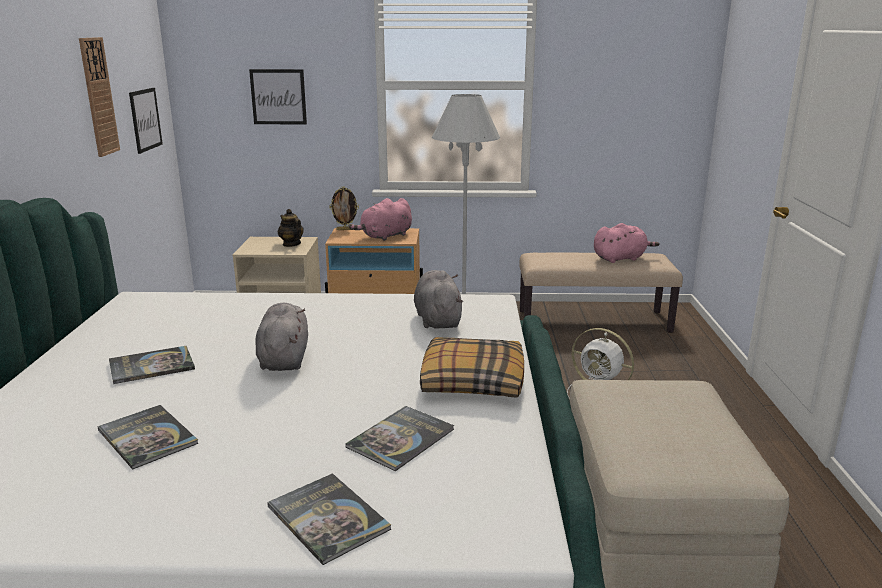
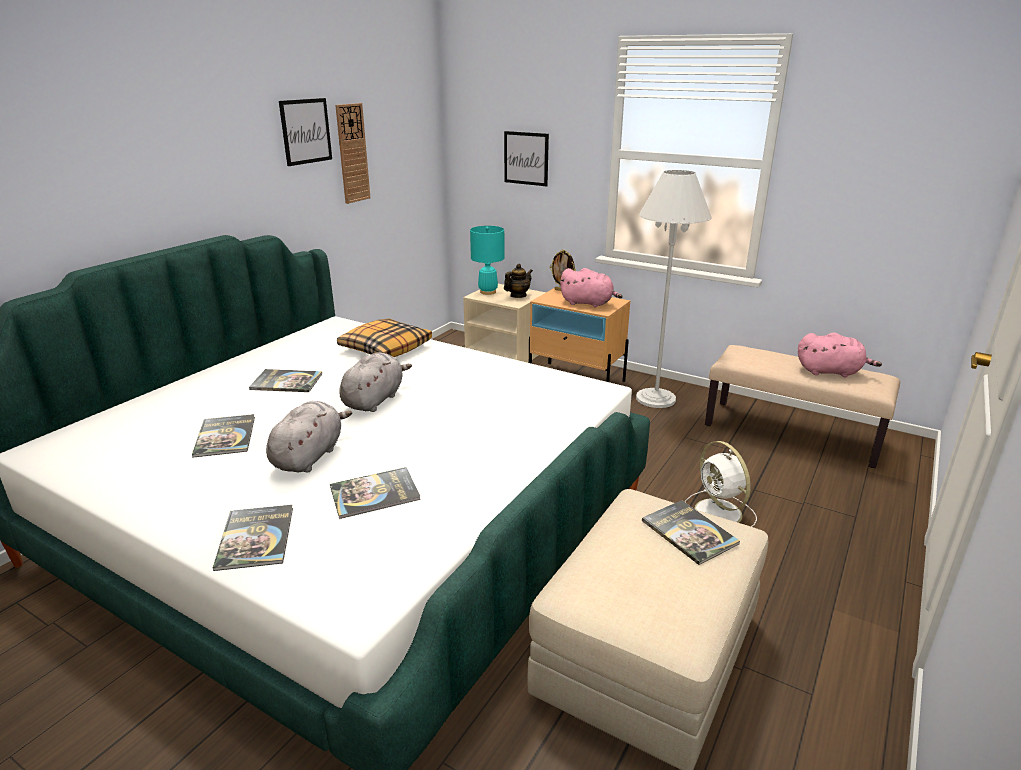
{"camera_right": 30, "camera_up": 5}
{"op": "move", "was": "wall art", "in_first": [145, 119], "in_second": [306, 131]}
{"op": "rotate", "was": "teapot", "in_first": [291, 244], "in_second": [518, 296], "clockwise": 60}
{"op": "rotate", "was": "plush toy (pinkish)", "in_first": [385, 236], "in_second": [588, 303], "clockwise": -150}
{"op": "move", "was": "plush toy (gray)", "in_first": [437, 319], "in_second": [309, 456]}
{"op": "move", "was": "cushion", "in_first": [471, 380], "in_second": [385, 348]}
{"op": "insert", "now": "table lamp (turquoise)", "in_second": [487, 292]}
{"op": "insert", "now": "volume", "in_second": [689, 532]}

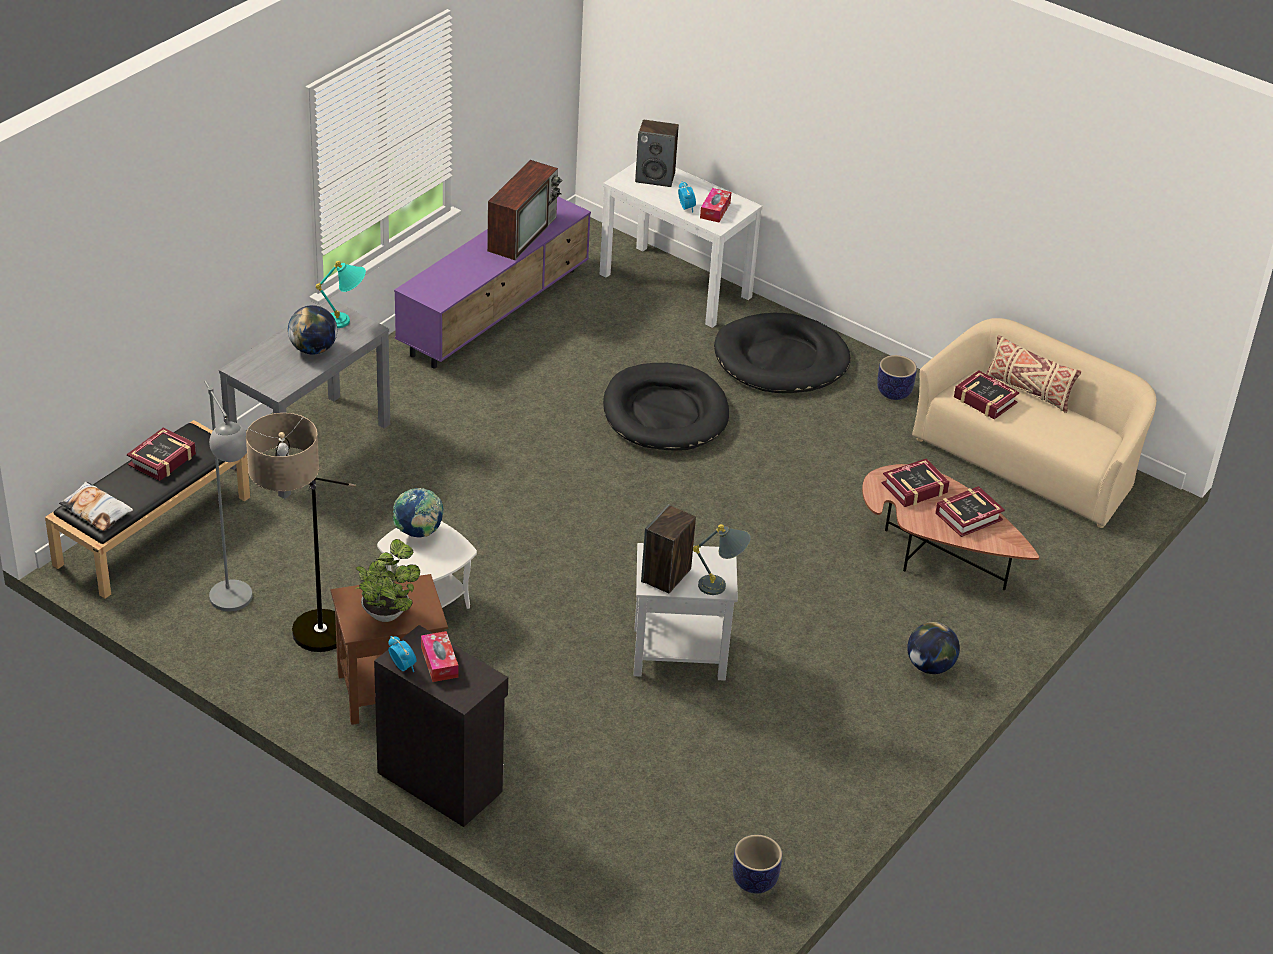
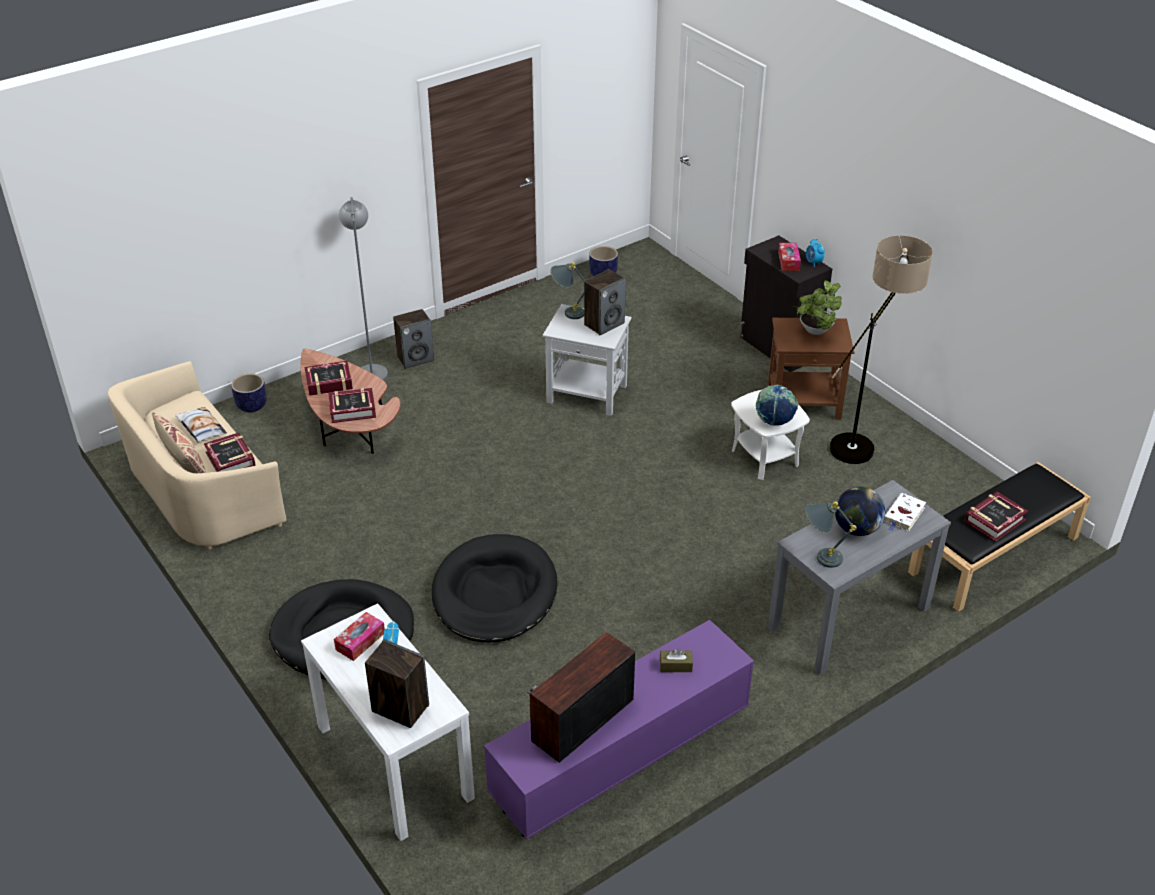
{"camera_right": -160, "camera_up": 0}
{"op": "move", "was": "cushion", "in_first": [96, 510], "in_second": [201, 428]}
{"op": "move", "was": "floor lamp (gray)", "in_first": [236, 606], "in_second": [371, 369]}
{"op": "recolor", "was": "table lamp (turquoise)", "now": "table lamp (gray)", "in_first": [346, 321], "in_second": [819, 557]}
{"op": "move", "was": "plant pot", "in_first": [894, 393], "in_second": [252, 405]}
{"op": "replace", "was": "world globe", "now": "audio speaker", "in_first": [930, 666], "in_second": [415, 358]}
{"op": "insert", "now": "box of tissues (brown-coloured)", "in_second": [675, 666]}
{"op": "insert", "now": "volume (white)", "in_second": [903, 515]}

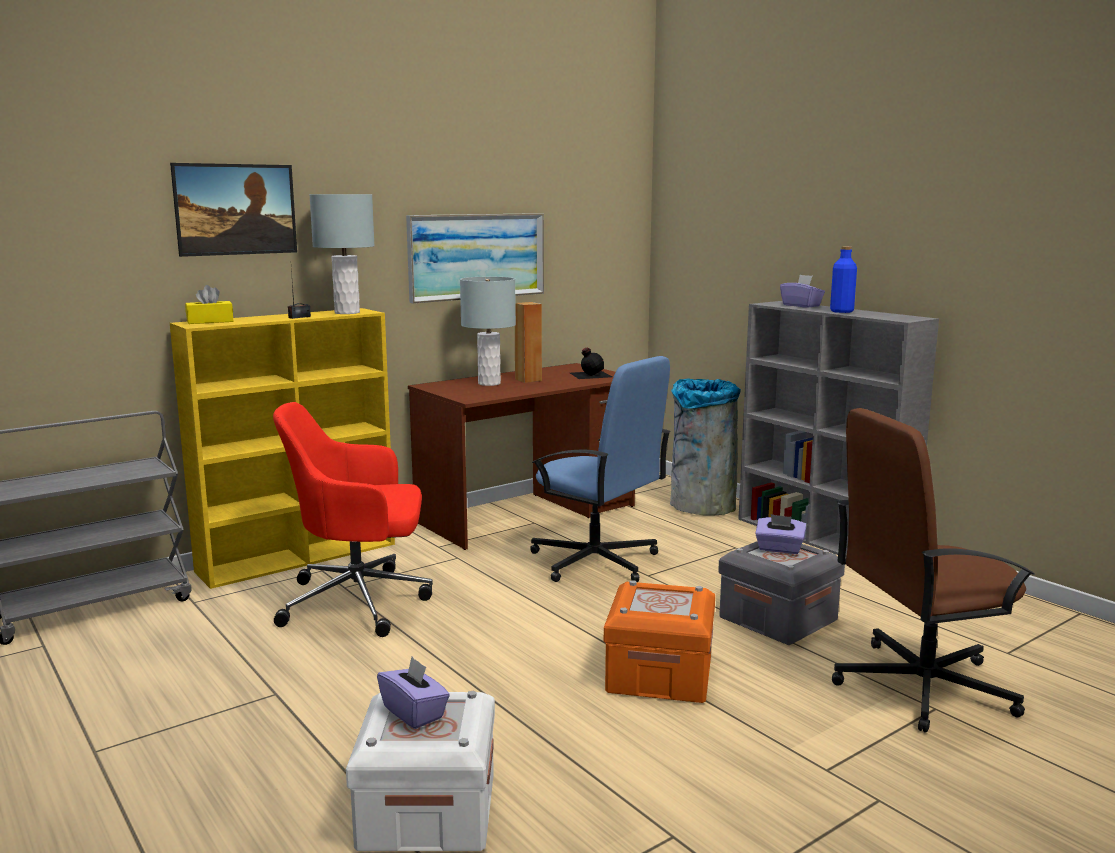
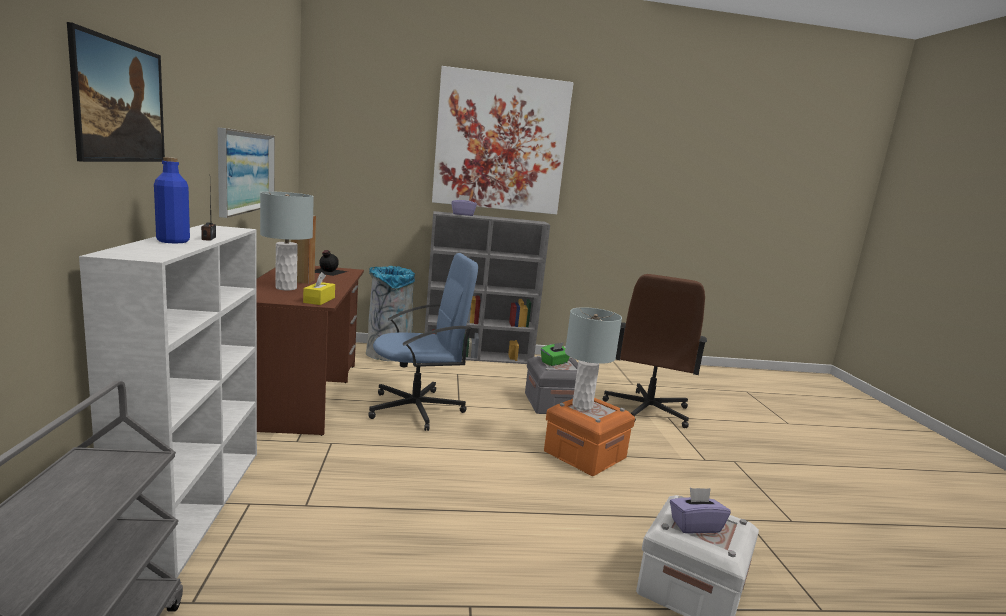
{"camera_right": -60, "camera_up": 0}
{"op": "recolor", "was": "shelving unit (yellowish)", "now": "shelving unit (white)", "in_first": [300, 557], "in_second": [194, 504]}
{"op": "move", "was": "box of tissues (yellowish)", "in_first": [210, 321], "in_second": [319, 300]}
{"op": "delete", "was": "desk chair (red-coloured)", "in_first": [360, 602]}
{"op": "move", "was": "table lamp (gray)", "in_first": [346, 312], "in_second": [582, 406]}
{"op": "recolor", "was": "box of tissues (purplish)", "now": "box of tissues (greenish)", "in_first": [779, 549], "in_second": [554, 363]}
{"op": "move", "was": "drink bottle (bluish)", "in_first": [841, 311], "in_second": [173, 241]}
{"op": "insert", "now": "wall art", "in_second": [501, 143]}

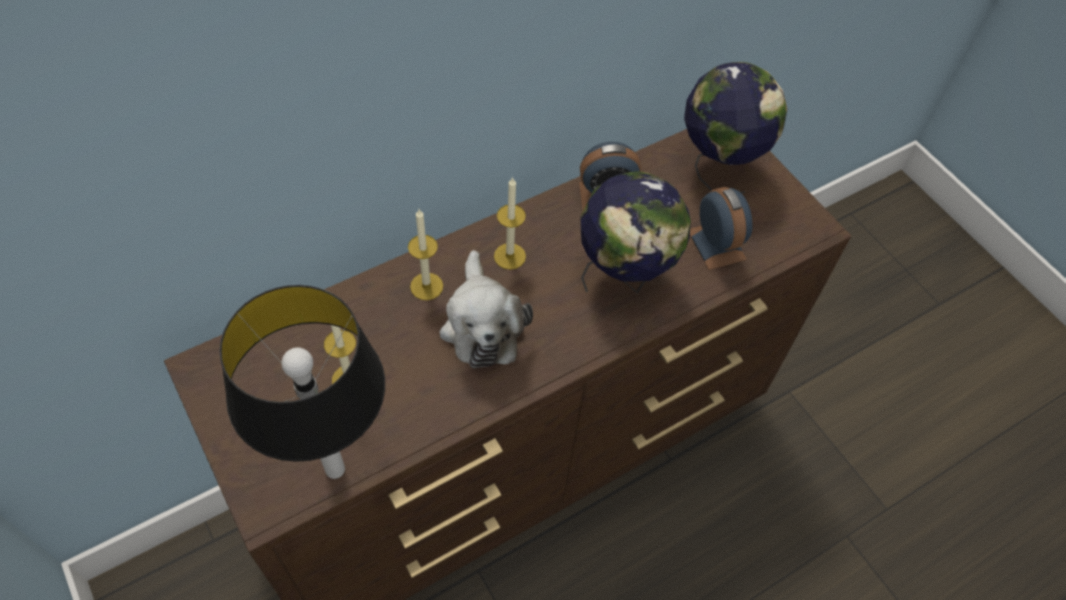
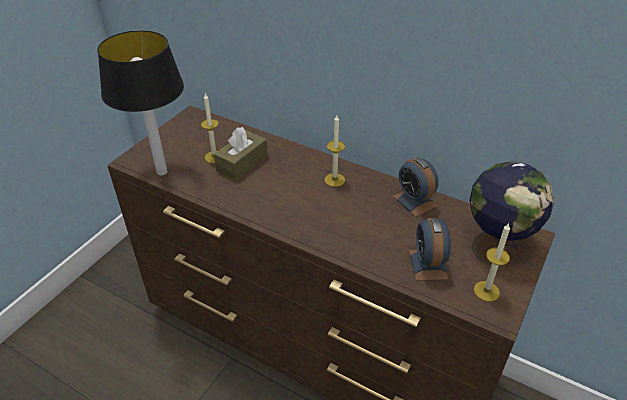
{"camera_right": 65, "camera_up": -15}
{"op": "move", "was": "wax light", "in_first": [426, 286], "in_second": [486, 291]}
{"op": "delete", "was": "plush toy", "in_first": [482, 324]}
{"op": "delete", "was": "world globe", "in_first": [624, 275]}
{"op": "rotate", "was": "table clock", "in_first": [716, 244], "in_second": [428, 264], "clockwise": 135}
{"op": "insert", "now": "box of tissues (brown-coloured)", "in_second": [242, 163]}

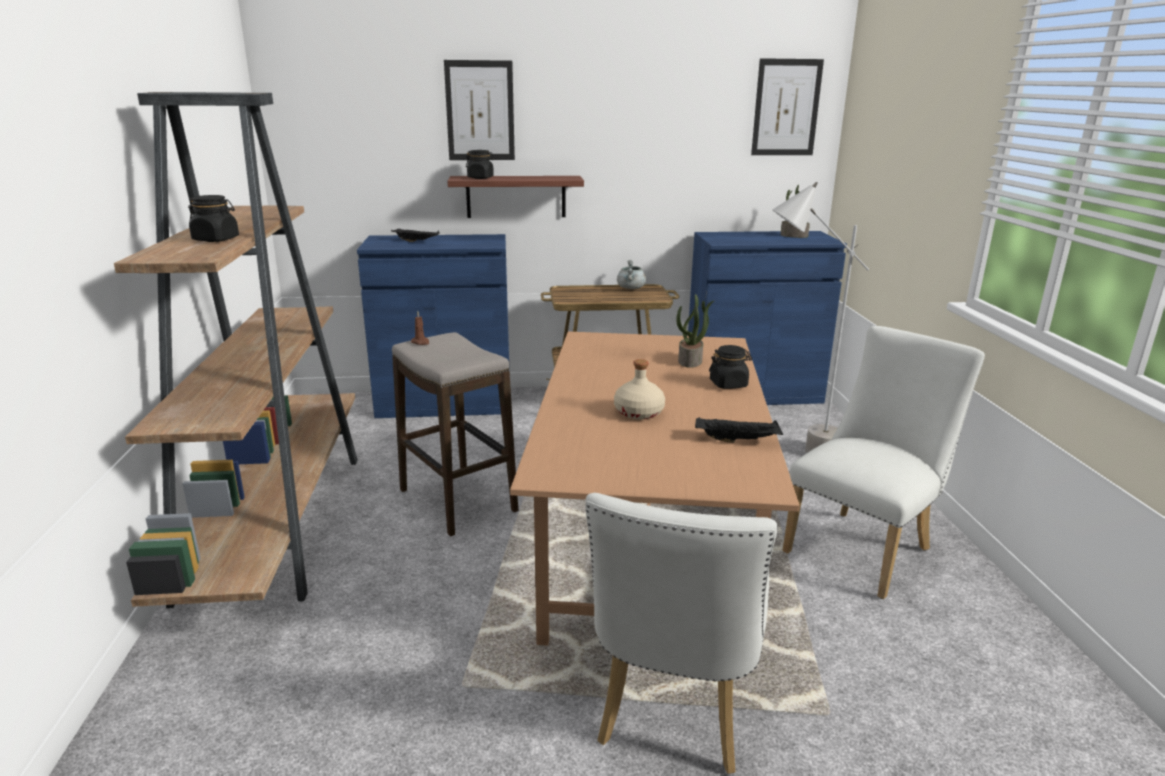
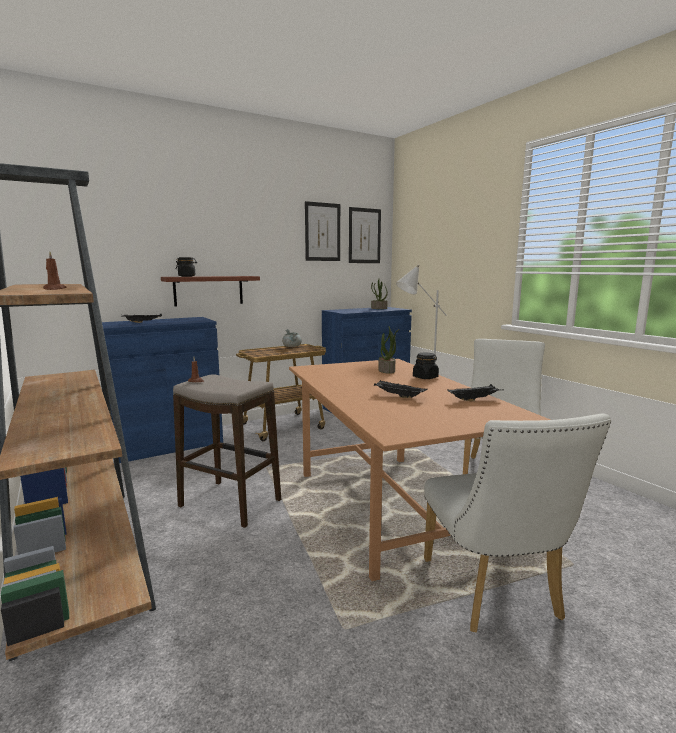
{"camera_right": -25, "camera_up": -10}
{"op": "replace", "was": "jar (black-coloured)", "now": "wax light (brown-coloured)", "in_first": [216, 239], "in_second": [54, 289]}
{"op": "move", "was": "wall art", "in_first": [480, 111], "in_second": [322, 232]}
{"op": "replace", "was": "drink bottle (sand-coloured)", "now": "serving tray (black-coloured)", "in_first": [638, 412], "in_second": [398, 396]}

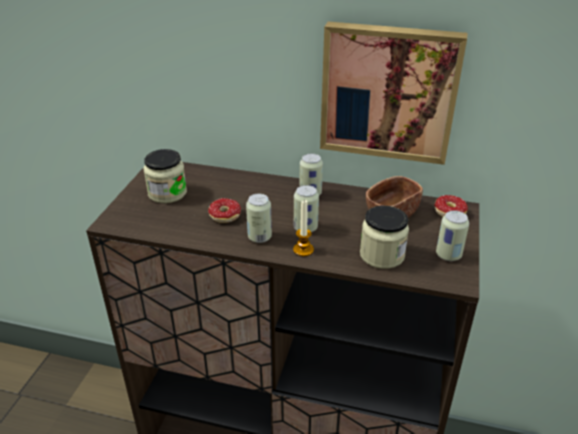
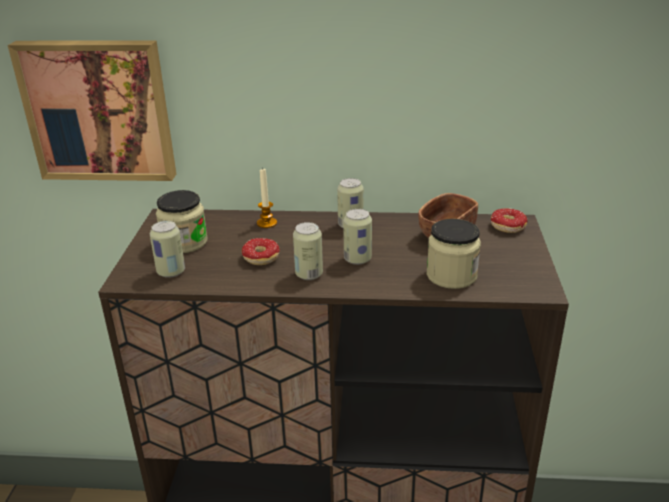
{"camera_right": -10, "camera_up": -5}
{"op": "move", "was": "wax light", "in_first": [303, 250], "in_second": [267, 223]}
{"op": "move", "was": "wall art", "in_first": [389, 92], "in_second": [99, 110]}
{"op": "move", "was": "metal can", "in_first": [448, 255], "in_second": [171, 272]}

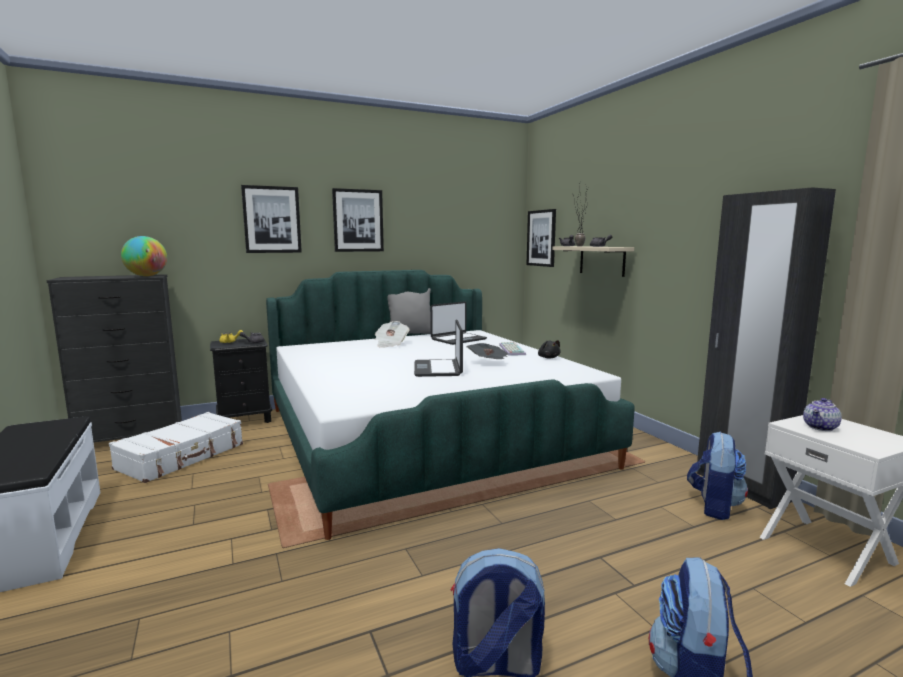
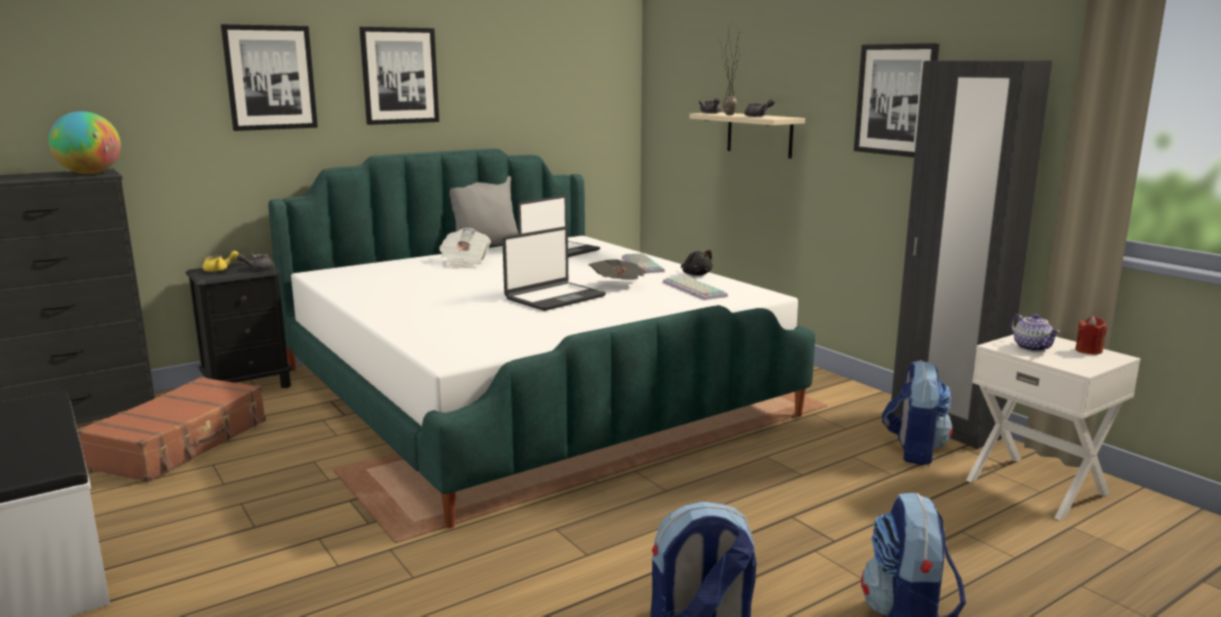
{"camera_right": -10, "camera_up": 5}
{"op": "recolor", "was": "travel case (white)", "now": "travel case (brown-coloured)", "in_first": [182, 457], "in_second": [181, 444]}
{"op": "rotate", "was": "notebook computer", "in_first": [438, 369], "in_second": [554, 298], "clockwise": -120}
{"op": "move", "was": "wall art", "in_first": [541, 238], "in_second": [895, 100]}
{"op": "rotate", "was": "teapot", "in_first": [821, 427], "in_second": [1032, 348], "clockwise": -60}
{"op": "insert", "now": "PC keyboard", "in_second": [692, 289]}
{"op": "insert", "now": "wax light (red-coloured)", "in_second": [1088, 351]}

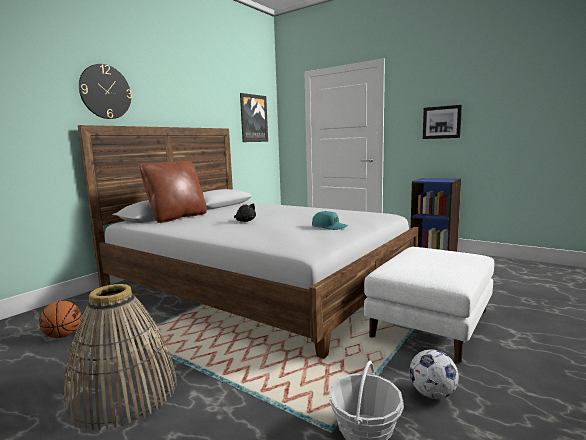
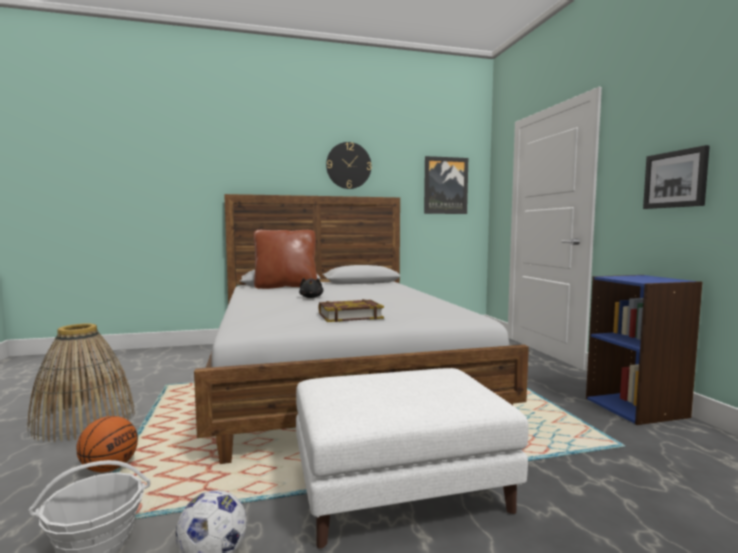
{"camera_right": 40, "camera_up": -5}
{"op": "move", "was": "basketball", "in_first": [63, 335], "in_second": [109, 468]}
{"op": "move", "was": "clock on the wall", "in_first": [105, 92], "in_second": [348, 165]}
{"op": "replace", "was": "peaked cap (turquoise)", "now": "volume", "in_first": [329, 227], "in_second": [350, 316]}

